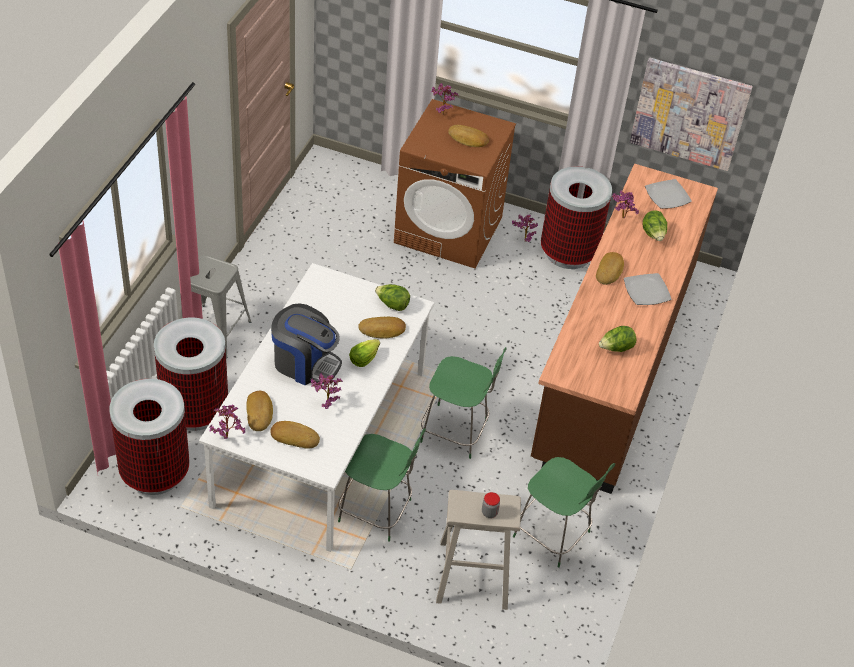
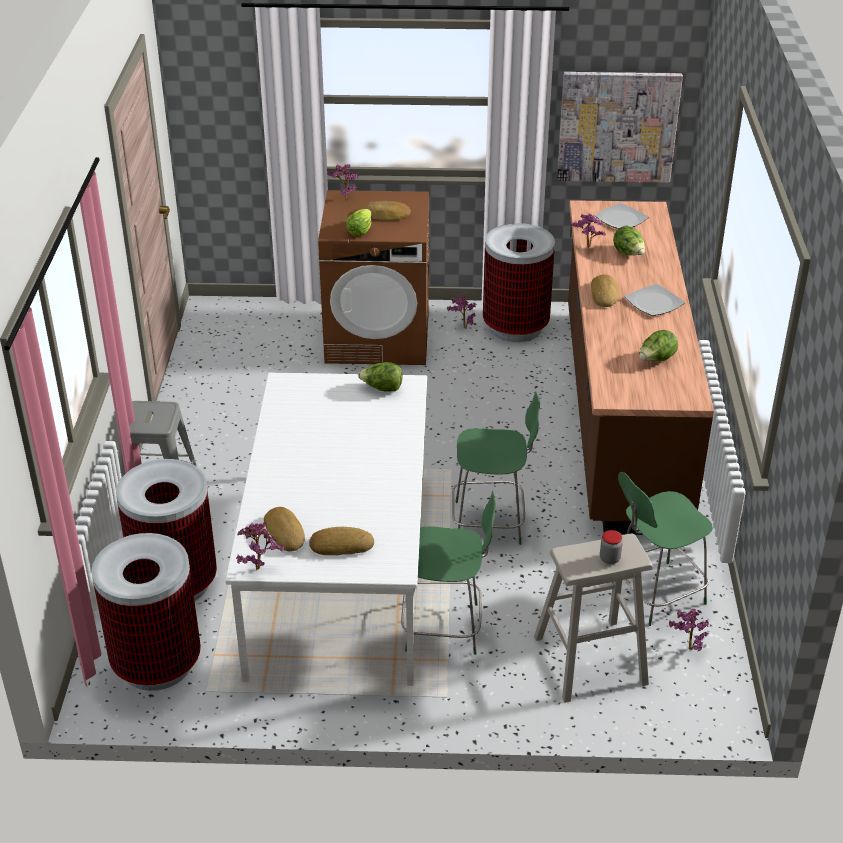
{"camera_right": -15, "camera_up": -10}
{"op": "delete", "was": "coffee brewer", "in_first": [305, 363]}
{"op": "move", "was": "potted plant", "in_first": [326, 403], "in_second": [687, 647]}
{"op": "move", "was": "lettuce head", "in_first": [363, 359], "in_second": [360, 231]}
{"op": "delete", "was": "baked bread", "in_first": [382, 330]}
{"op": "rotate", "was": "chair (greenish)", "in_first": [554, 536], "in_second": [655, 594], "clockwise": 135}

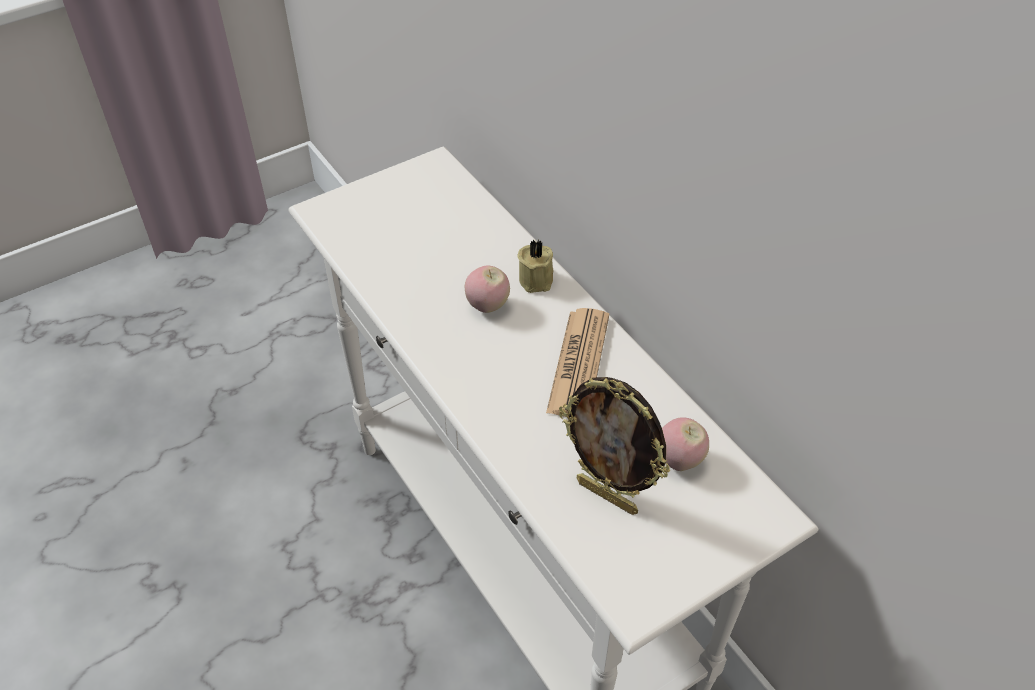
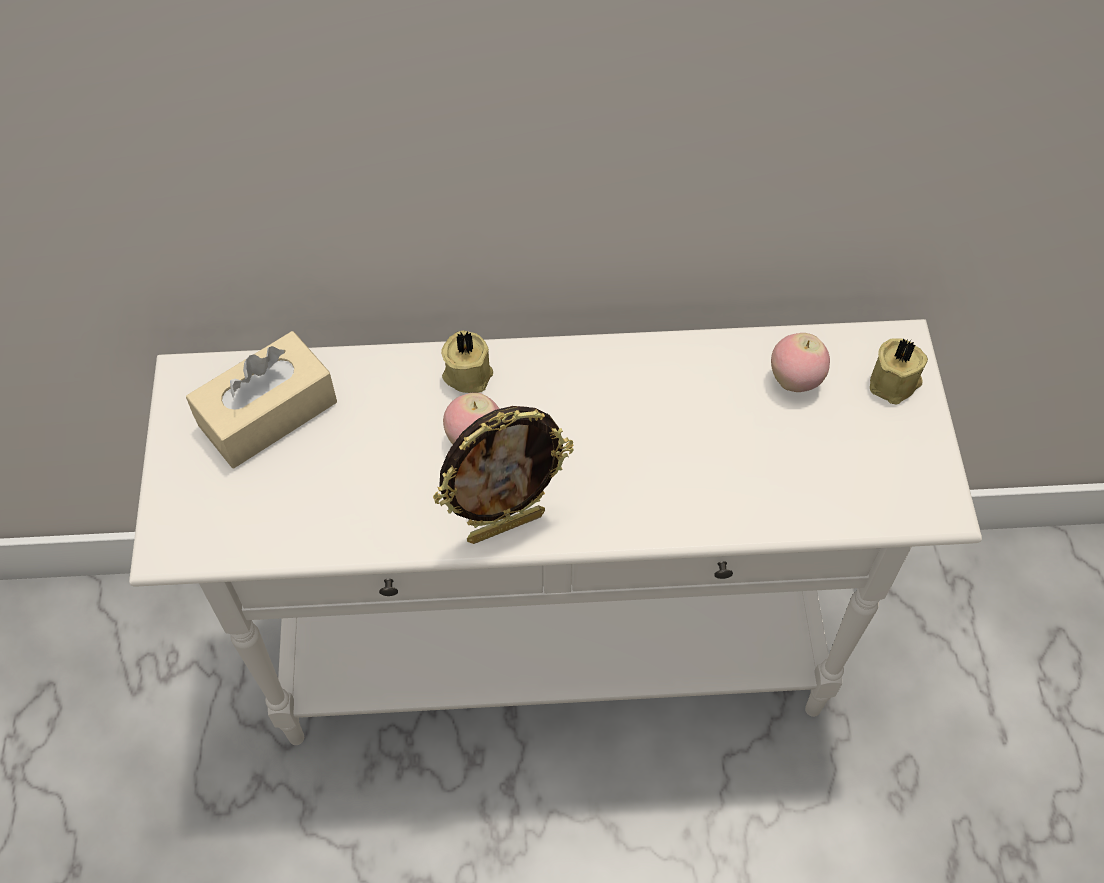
{"camera_right": -60, "camera_up": 10}
{"op": "delete", "was": "newspaper", "in_first": [578, 363]}
{"op": "move", "was": "picture frame", "in_first": [608, 496], "in_second": [505, 525]}
{"op": "insert", "now": "box of tissues (sand-coloured)", "in_second": [268, 414]}
{"op": "insert", "now": "wax light (sand-coloured)", "in_second": [895, 383]}

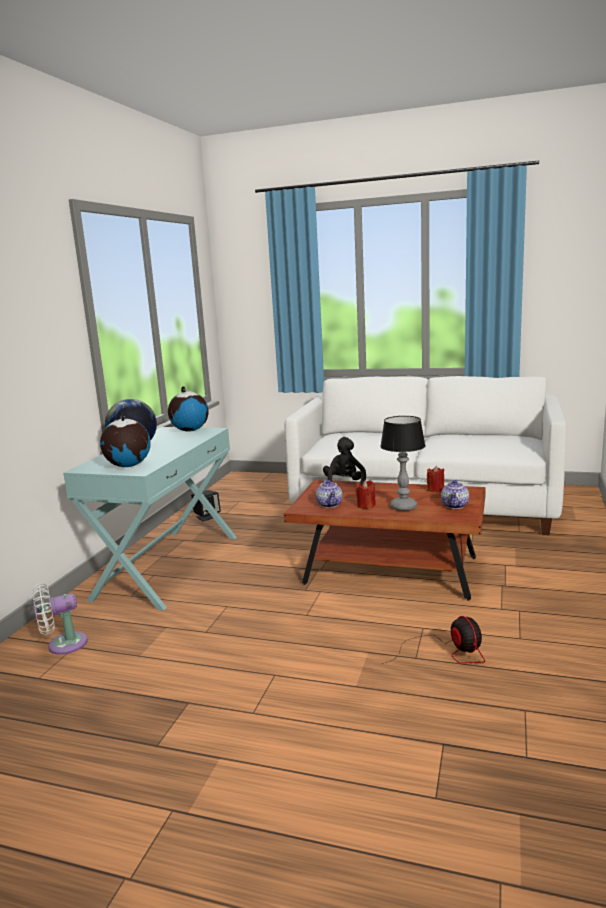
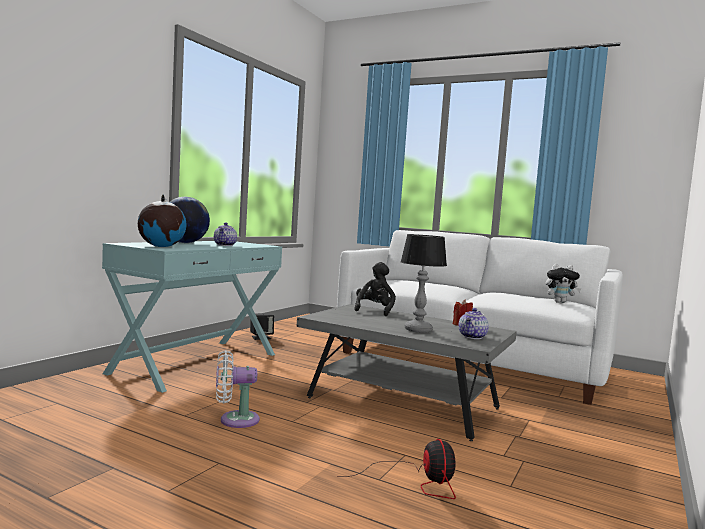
{"camera_right": 10, "camera_up": -10}
{"op": "move", "was": "fan (white)", "in_first": [63, 645], "in_second": [235, 420]}
{"op": "delete", "was": "world globe", "in_first": [190, 430]}
{"op": "recolor", "was": "low table (brown-coloured)", "now": "low table (gray)", "in_first": [390, 571], "in_second": [402, 403]}
{"op": "move", "was": "teapot", "in_first": [330, 504], "in_second": [225, 245]}
{"op": "delete", "was": "wax light (red-coloured)", "in_first": [366, 505]}
{"op": "insert", "now": "plush toy", "in_second": [560, 302]}

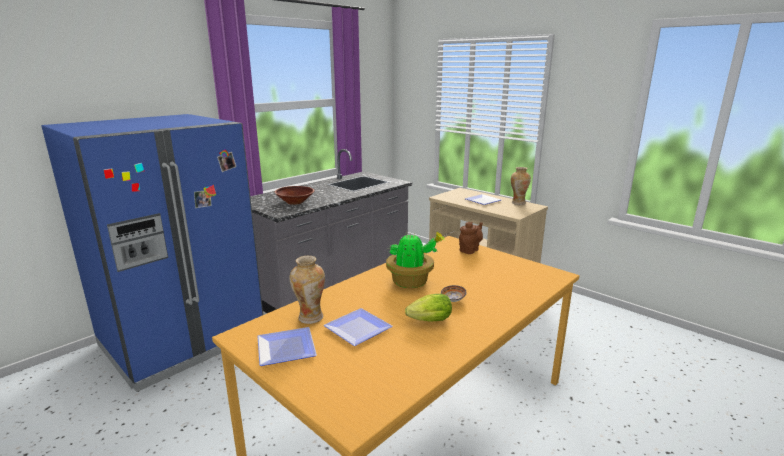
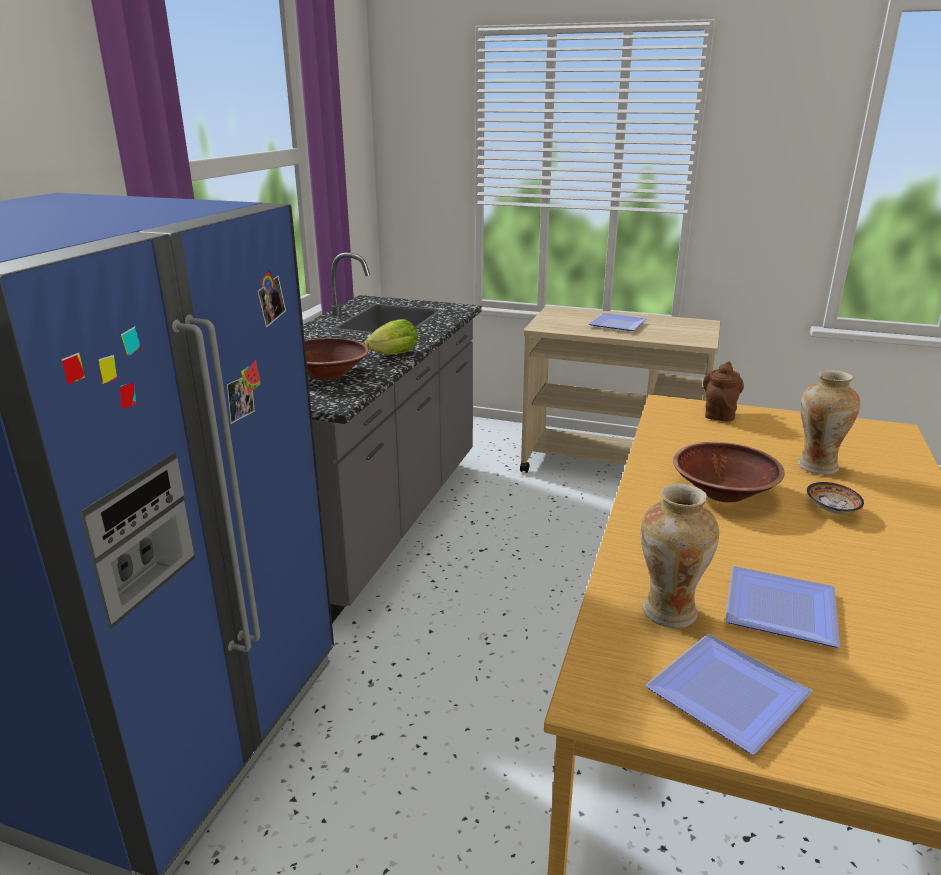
{"camera_right": -25, "camera_up": 5}
{"op": "replace", "was": "potted plant", "now": "serving bowl (brown-coloured)", "in_first": [411, 282], "in_second": [723, 492]}
{"op": "move", "was": "lettuce head", "in_first": [427, 321], "in_second": [391, 355]}
{"op": "move", "was": "decorative vase", "in_first": [518, 203], "in_second": [816, 466]}

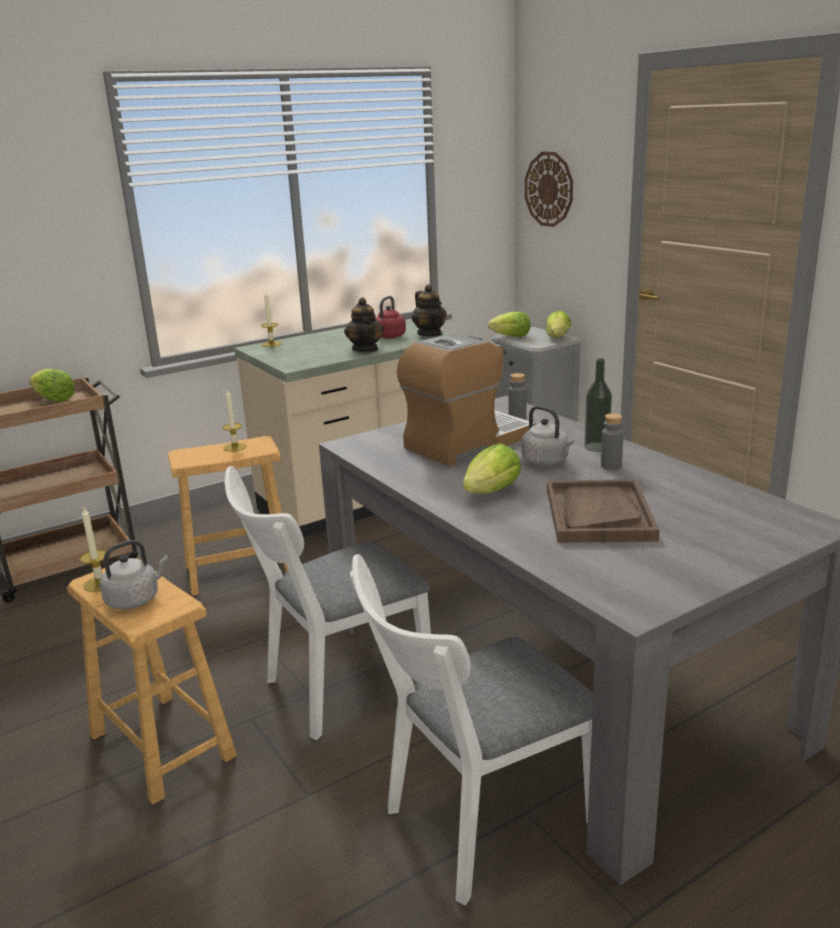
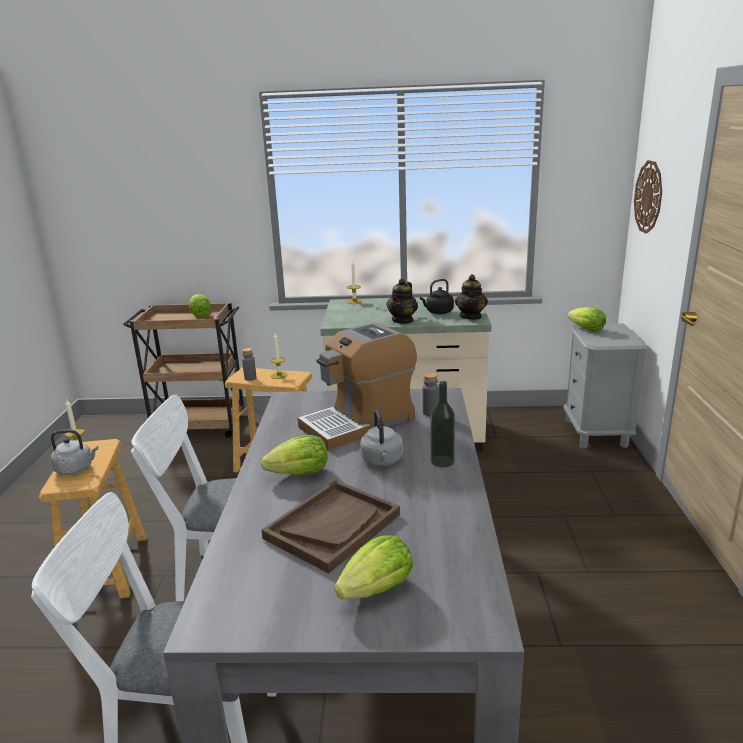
{"camera_right": 35, "camera_up": 0}
{"op": "recolor", "was": "kettle (red-coloured)", "now": "kettle (black-coloured)", "in_first": [389, 337], "in_second": [438, 312]}
{"op": "rotate", "was": "coffee brewer", "in_first": [467, 442], "in_second": [359, 423], "clockwise": 150}
{"op": "move", "was": "lettuce head", "in_first": [557, 338], "in_second": [378, 589]}
{"op": "move", "was": "drink bottle (gray)", "in_first": [611, 466], "in_second": [250, 378]}

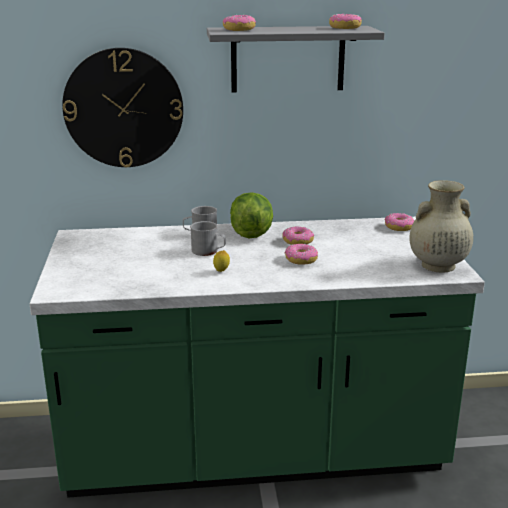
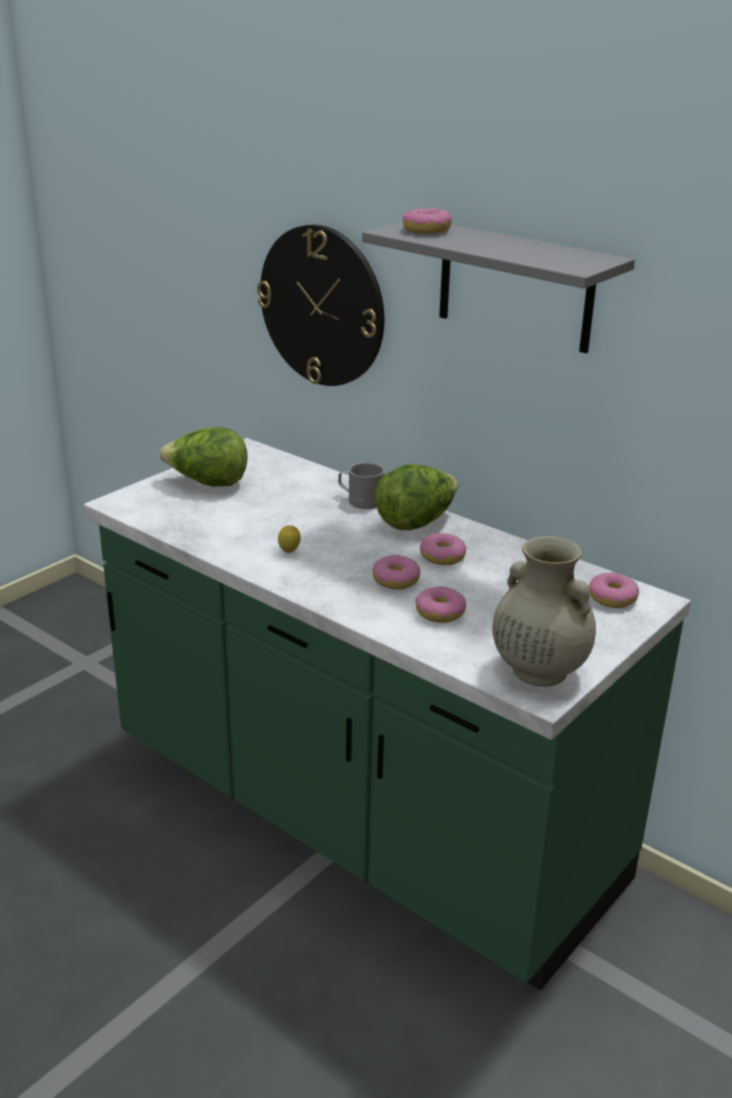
{"camera_right": 45, "camera_up": 5}
{"op": "delete", "was": "coffee mug (gray)", "in_first": [208, 251]}
{"op": "move", "was": "ring doughnut", "in_first": [345, 28], "in_second": [440, 613]}
{"op": "insert", "now": "lettuce head", "in_second": [207, 483]}

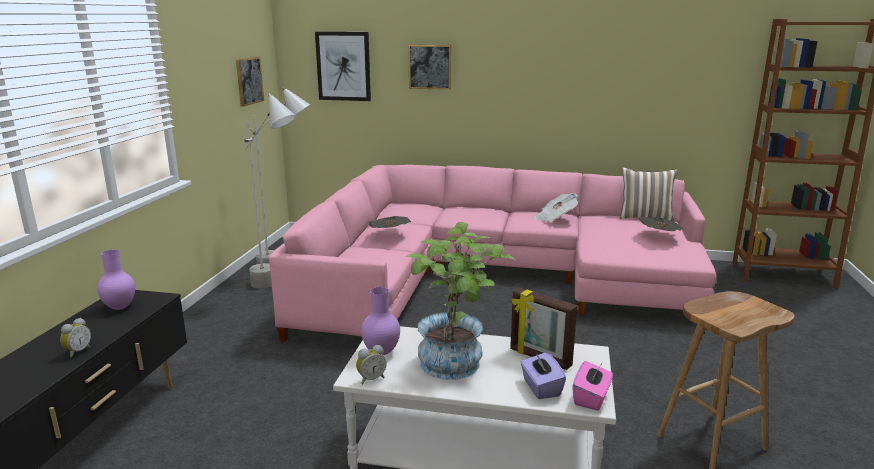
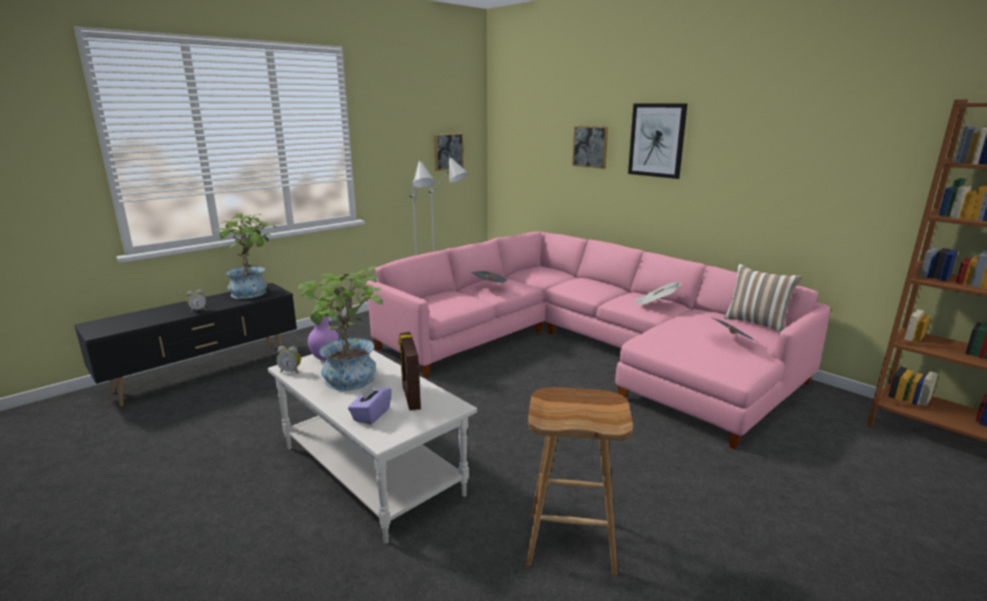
{"camera_right": 35, "camera_up": 0}
{"op": "replace", "was": "decorative vase (purplish)", "now": "potted plant", "in_first": [120, 307], "in_second": [254, 293]}
{"op": "move", "was": "wall art", "in_first": [343, 66], "in_second": [657, 140]}
{"op": "delete", "was": "box of tissues (pinkish)", "in_first": [591, 398]}

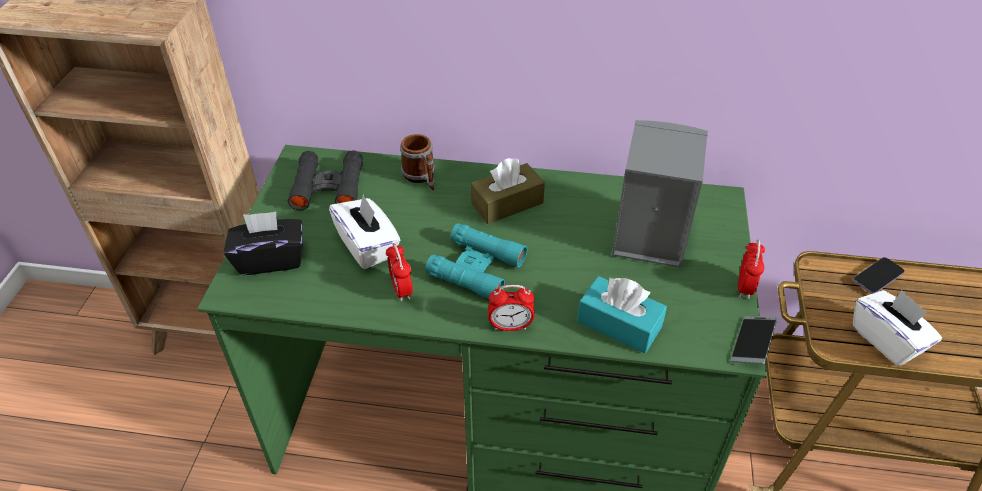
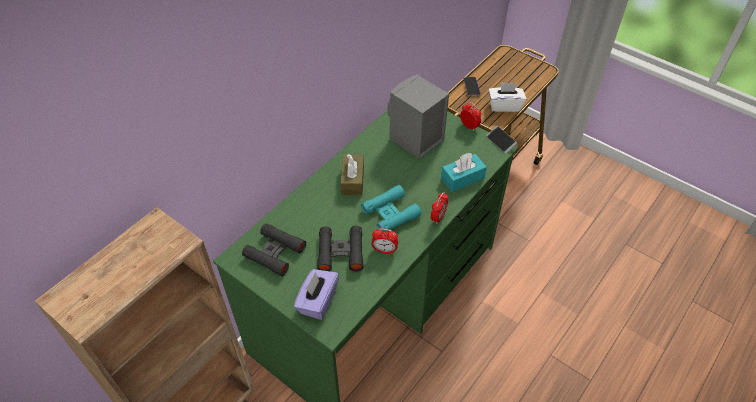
{"camera_right": -60, "camera_up": 5}
{"op": "recolor", "was": "box of tissues (black-coloured)", "now": "box of tissues (purplish)", "in_first": [270, 259], "in_second": [317, 301]}
{"op": "replace", "was": "box of tissues (white)", "now": "field glasses (black-coloured)", "in_first": [368, 246], "in_second": [340, 252]}
{"op": "delete", "was": "coffee mug", "in_first": [421, 177]}

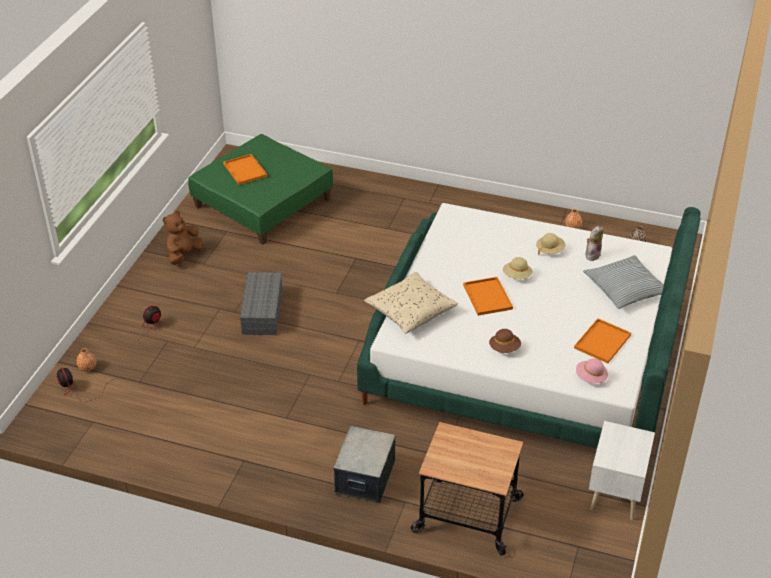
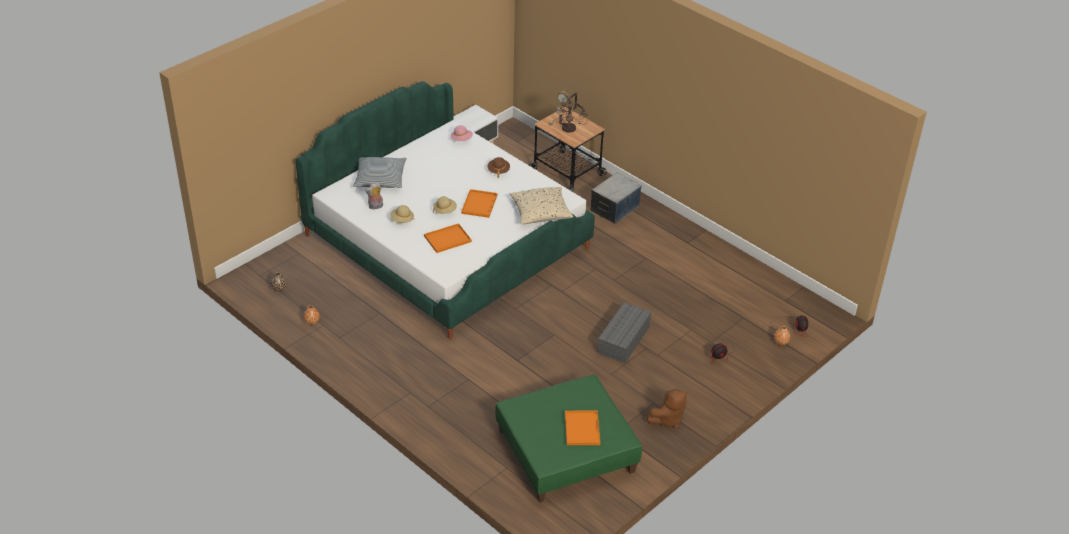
{"camera_right": -155, "camera_up": 0}
{"op": "move", "was": "serving tray (orange)", "in_first": [602, 342], "in_second": [448, 238]}
{"op": "insert", "now": "table lamp", "in_second": [569, 129]}

